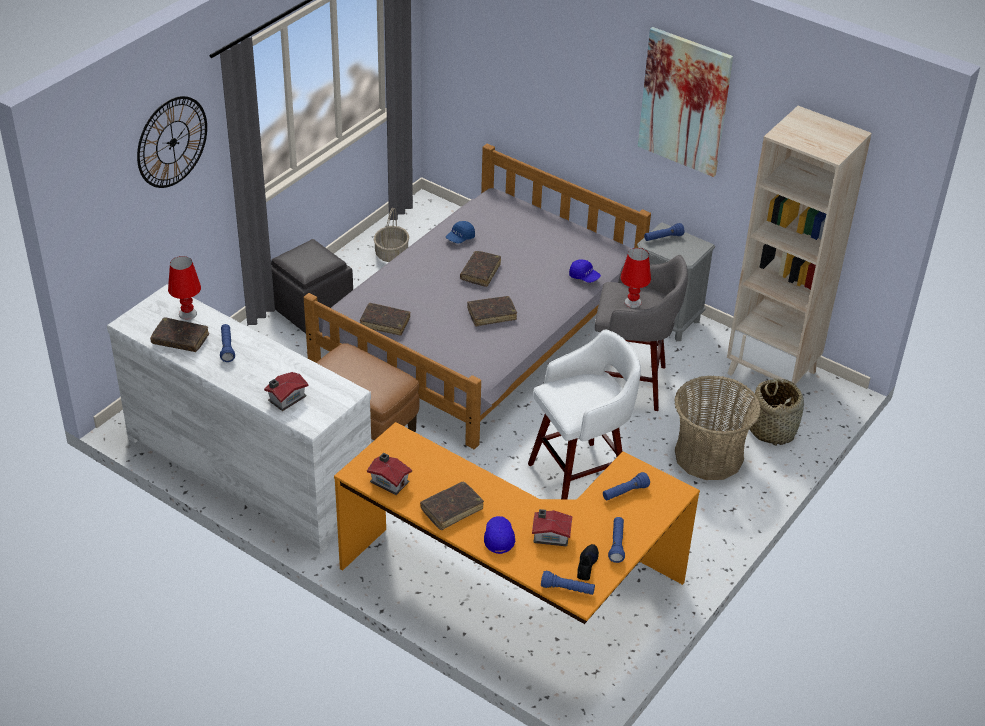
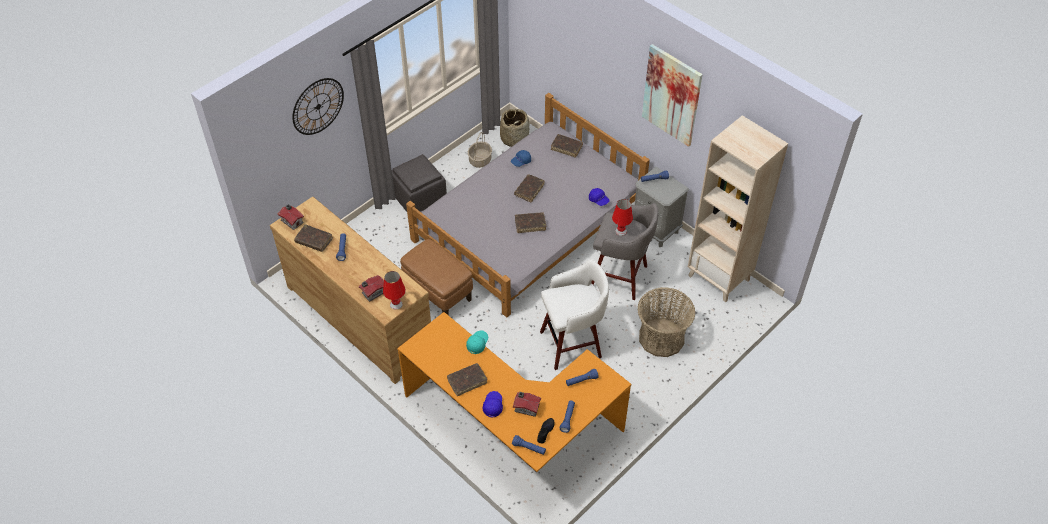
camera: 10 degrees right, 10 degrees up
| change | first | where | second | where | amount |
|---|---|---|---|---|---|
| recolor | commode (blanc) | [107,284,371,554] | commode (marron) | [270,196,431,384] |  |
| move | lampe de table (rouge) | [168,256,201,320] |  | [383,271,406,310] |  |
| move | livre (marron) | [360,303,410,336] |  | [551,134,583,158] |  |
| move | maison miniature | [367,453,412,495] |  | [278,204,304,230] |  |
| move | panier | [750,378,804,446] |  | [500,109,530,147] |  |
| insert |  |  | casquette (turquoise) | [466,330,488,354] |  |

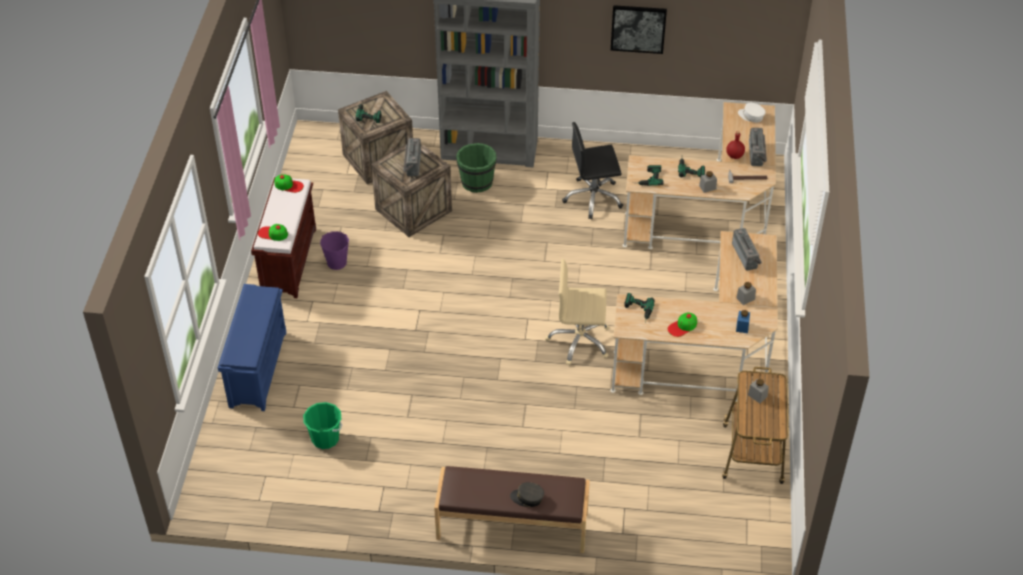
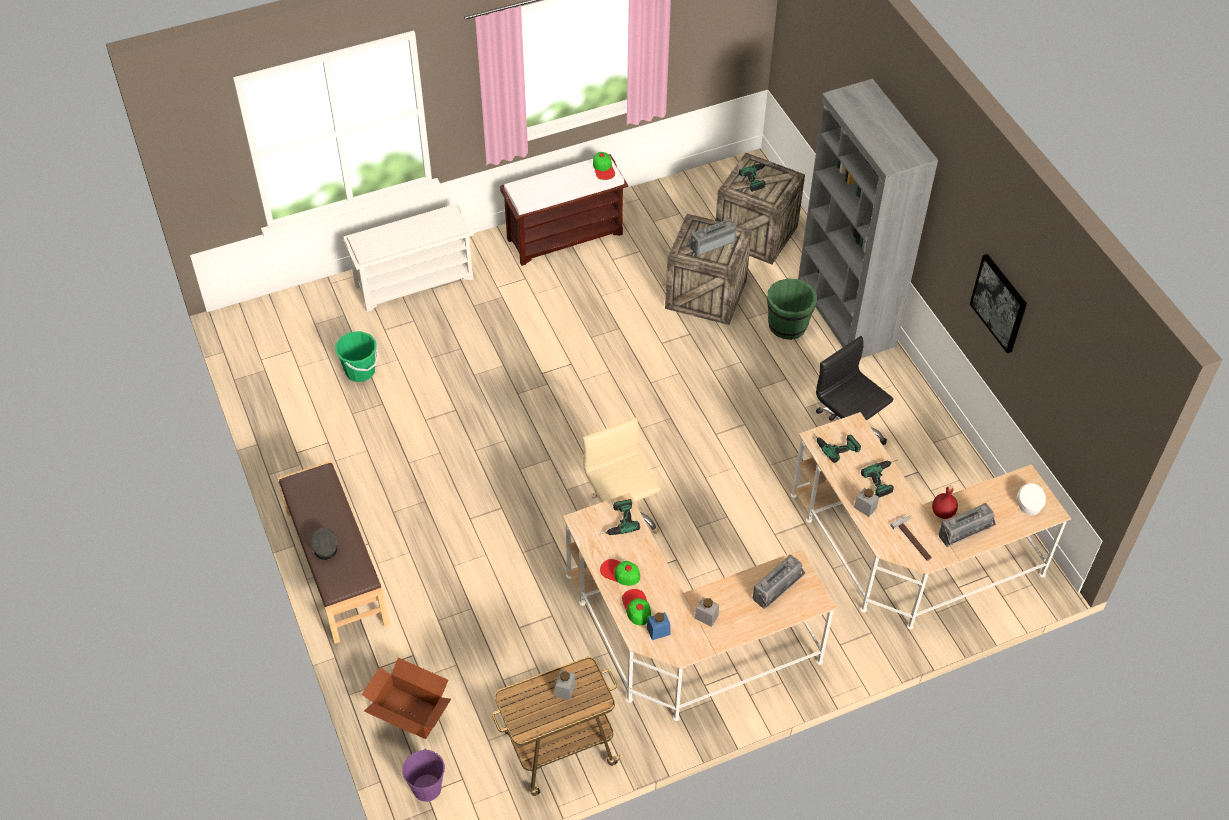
camera: 60 degrees right, 5 degrees up
| change | first | where | second | where | amount |
|---|---|---|---|---|---|
| recolor | étagère à chaussures (bleu) | [218,284,286,411] | étagère à chaussures (blanc) | [343,203,474,312] |  |
| move | casquette | [258,224,288,241] |  | [622,589,651,625] |  |
| move | seau (violet) | [320,231,349,270] |  | [402,749,445,802] |  |
| insert |  |  | carton | [362,658,451,739] |  |

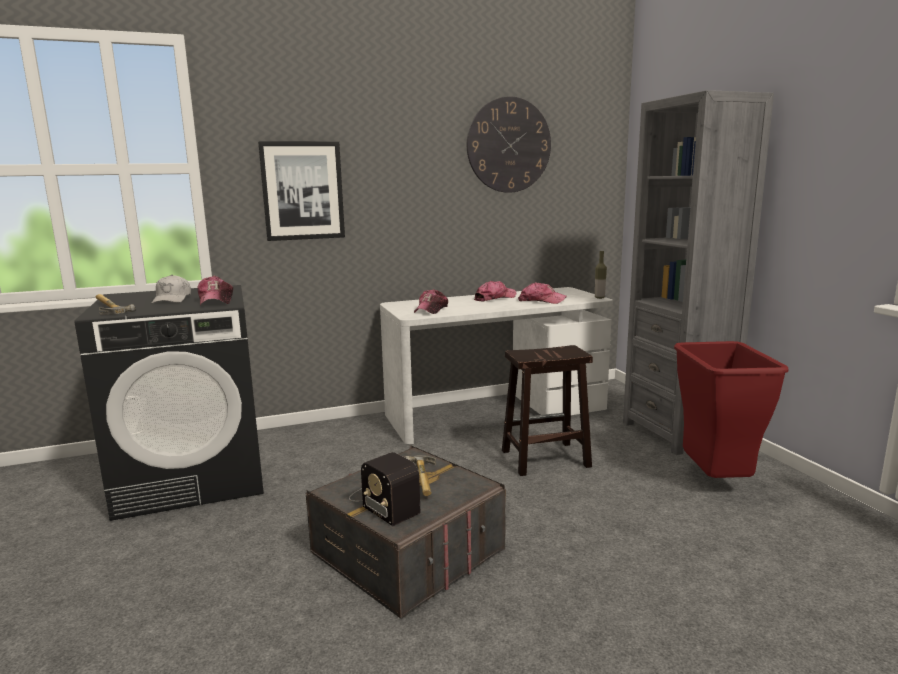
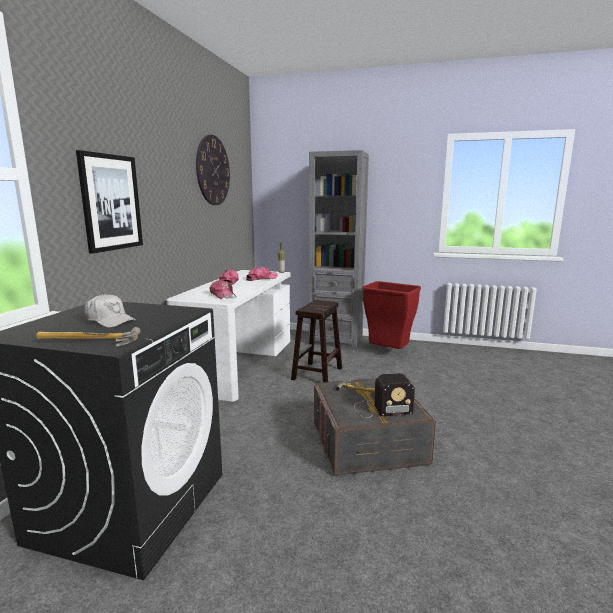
camera: 55 degrees left, 0 degrees up
| change | first | where | second | where | amount |
|---|---|---|---|---|---|
| delete | casquette | [198,276,233,305] |  |  |  |

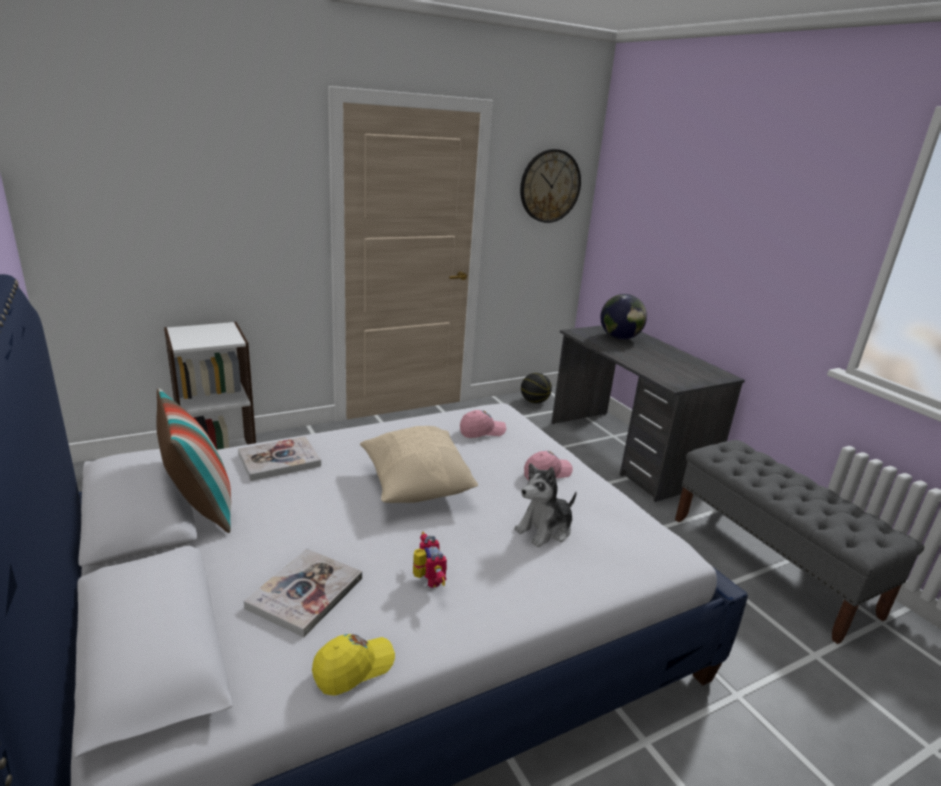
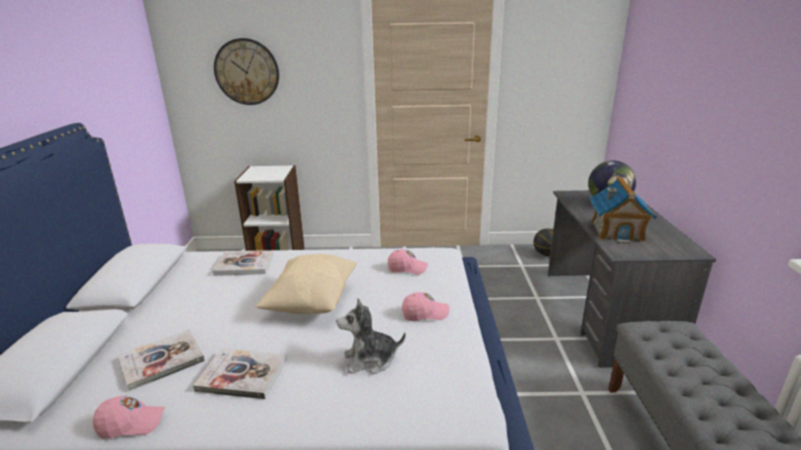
camera: 30 degrees right, 0 degrees up
| change | first | where | second | where | amount |
|---|---|---|---|---|---|
| delete | coussin | [157,388,231,533] |  |  |  |
| recolor | casquette (jaune) | [312,634,395,696] | casquette (rose) | [93,396,165,439] |  |
| replace | robot jouet | [413,532,447,588] | livre | [193,348,287,399] |  |
| move | horloge murale | [520,149,581,223] |  | [214,38,279,105] |  |
| insert |  |  | maison miniature | [590,177,657,243] |  |

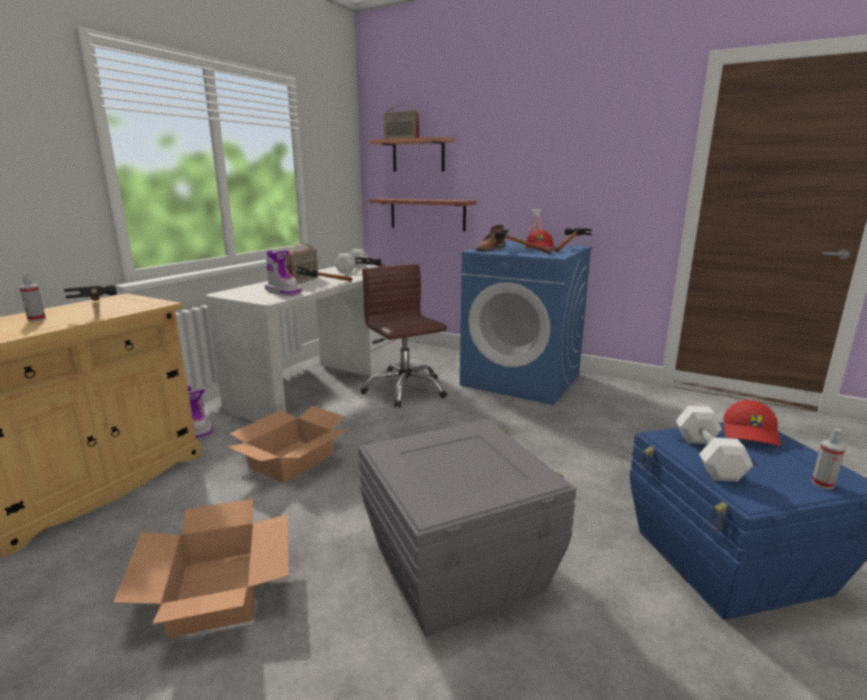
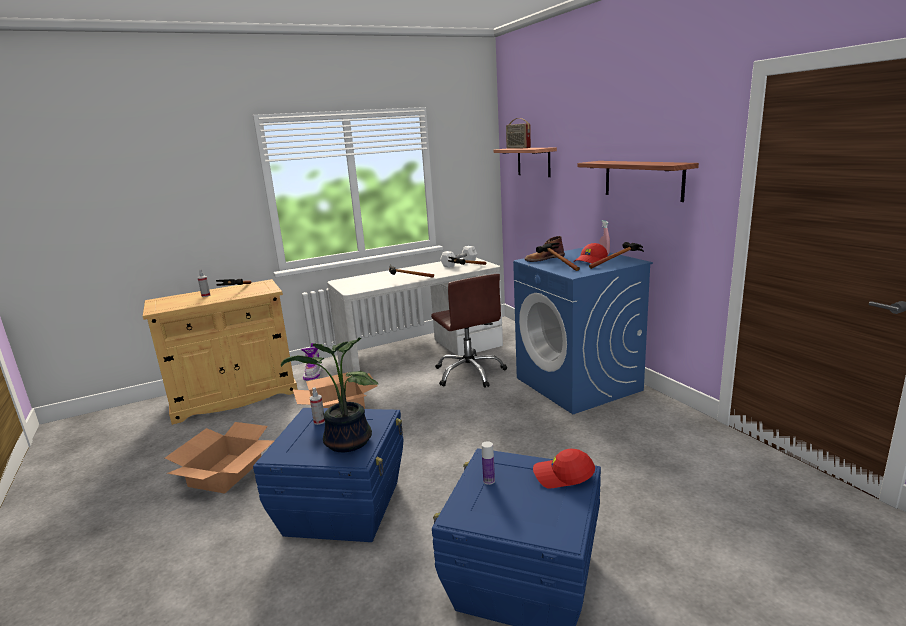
camera: 35 degrees right, 0 degrees up
| change | first | where | second | where | amount |
|---|---|---|---|---|---|
| delete | botte | [265,251,302,296] |  |  |  |
| delete | radio | [286,243,319,284] |  |  |  |
| recolor | boîte de rangement (gris) | [359,419,576,637] | boîte de rangement (bleu) | [253,408,403,542] |  |
| rotate | chaise de bureau (marron) | [360,264,447,408] |  | [431,274,507,388] | 150 degrees clockwise |
| move | étagère | [369,199,476,232] |  | [577,161,699,202] |  |
| replace | haltère (blanc) | [676,406,753,482] | bouteille | [482,441,495,485] |  |
| rotate | casquette (rouge) | [723,400,781,446] |  | [533,449,595,489] | 45 degrees clockwise |
| move | vaporisateur | [812,428,846,489] |  | [310,387,325,425] |  |
| insert |  |  | plante en pot | [281,338,378,452] |  |

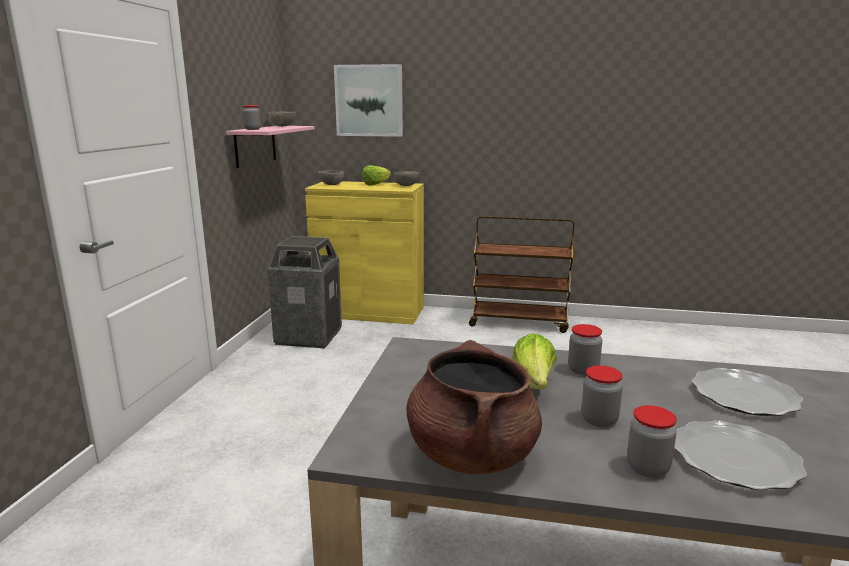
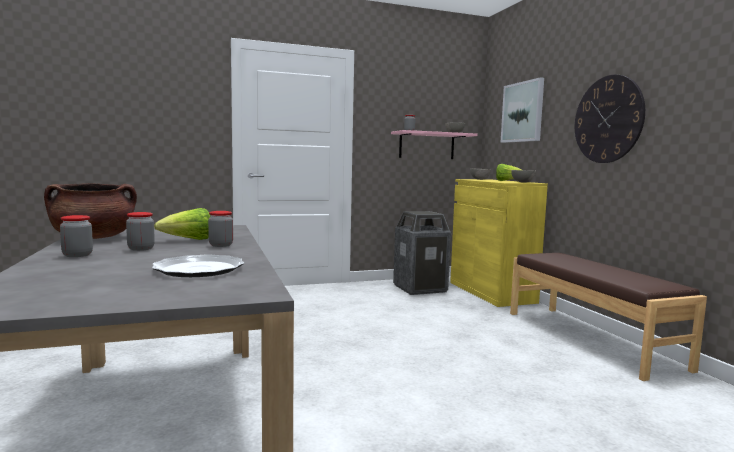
camera: 60 degrees right, 10 degrees down
| change | first | where | second | where | amount |
|---|---|---|---|---|---|
| replace | chariot (marron) | [469,216,574,333] | banc (marron) | [510,253,707,381] |  |
| delete | assiette | [674,420,807,490] |  |  |  |
| insert |  |  | horloge murale | [575,75,645,163] |  |

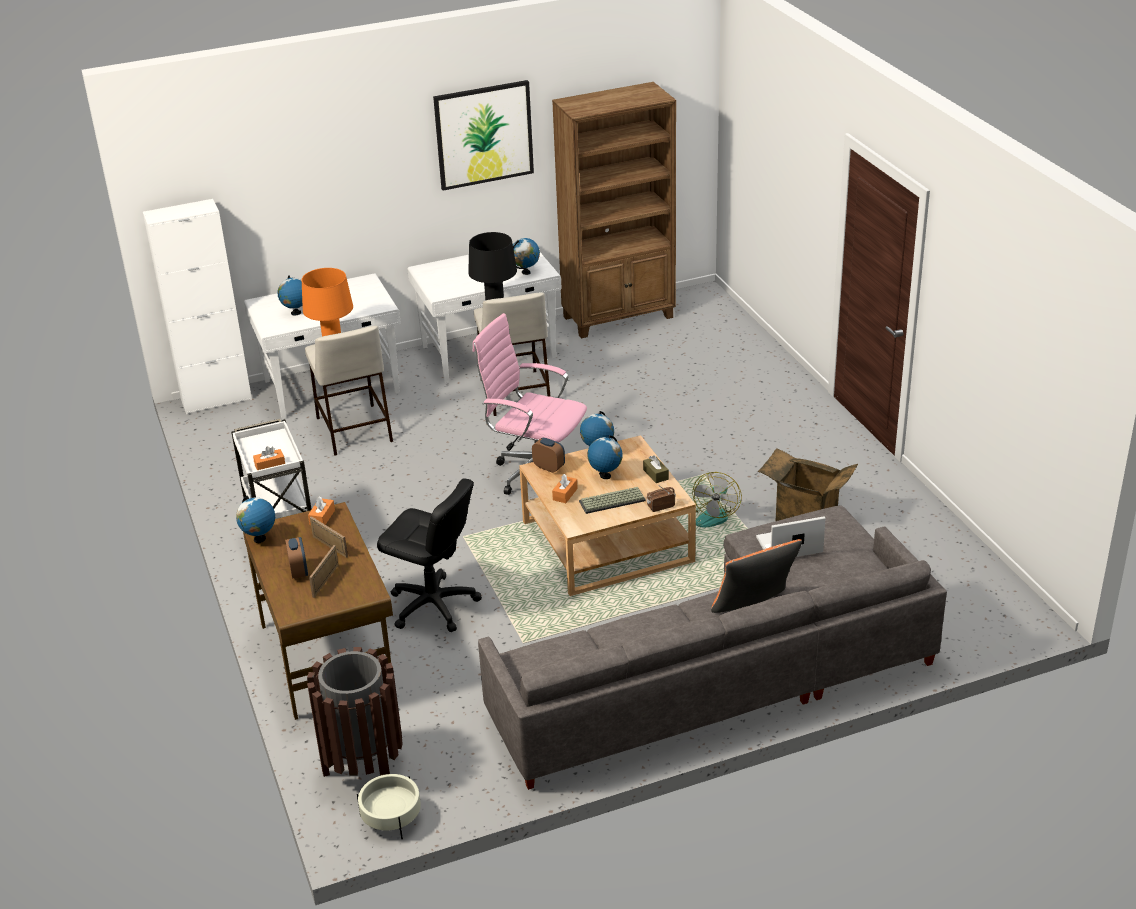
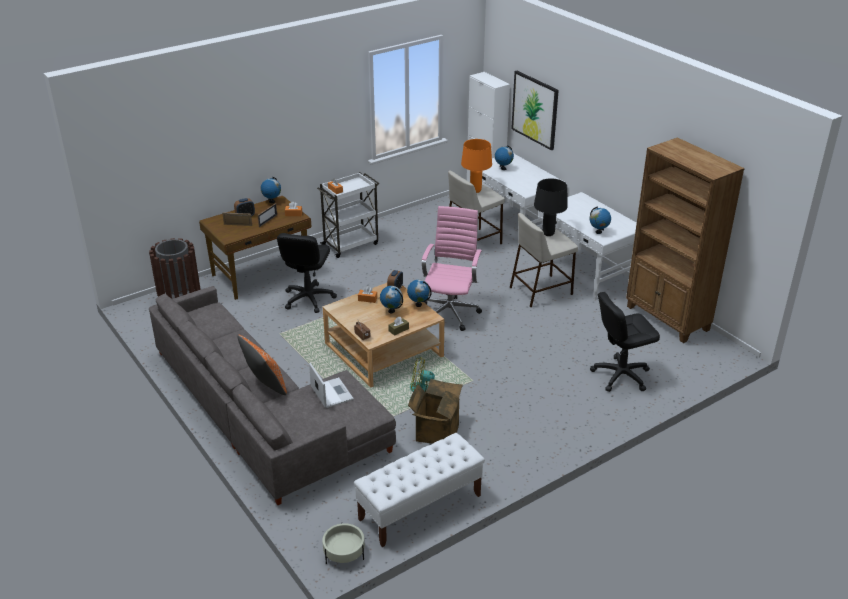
camera: 75 degrees right, 0 degrees up
| change | first | where | second | where | amount |
|---|---|---|---|---|---|
| move | cache-pot (beige) | [357,774,421,839] |  | [322,523,365,564] |  |
| move | tableau | [433,80,534,191] |  | [511,71,559,150] |  |
| delete | clavier | [579,487,646,514] |  |  |  |
| insert |  |  | banc (blanc) | [354,433,485,547] |  |
| insert |  |  | chaise de bureau (noir) | [590,292,660,392] |  |

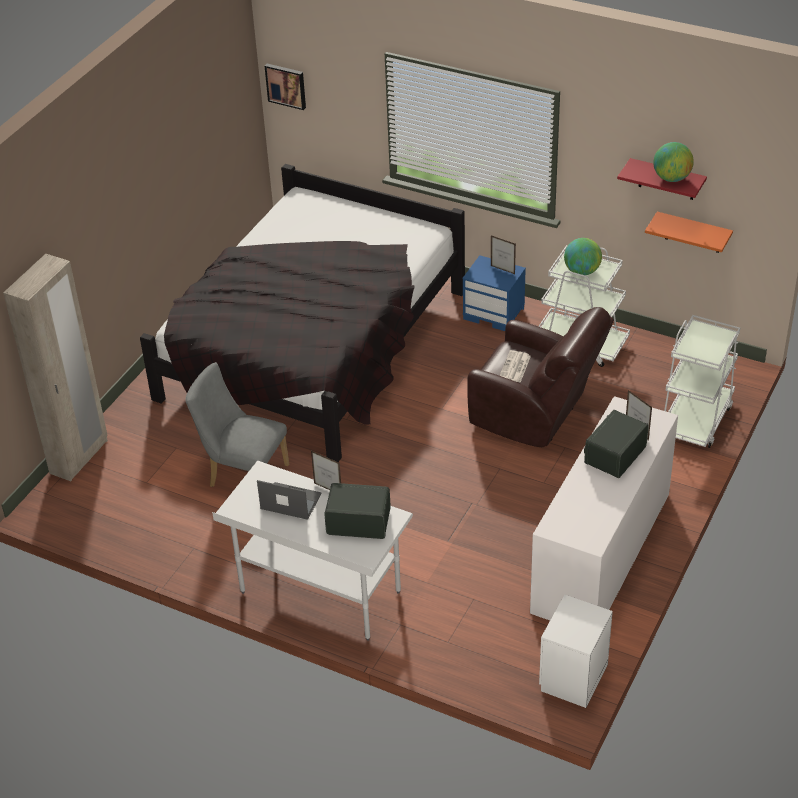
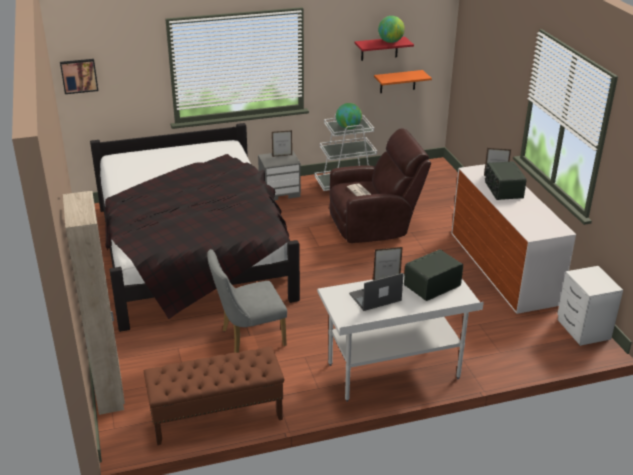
camera: 45 degrees left, 10 degrees down
| change | first | where | second | where | amount |
|---|---|---|---|---|---|
| recolor | table de chevet (bleu) | [463,255,526,331] | table de chevet (gris) | [258,150,301,200] |  |
| delete | chariot (blanc) | [664,315,740,448] |  |  |  |
| insert |  |  | banc (marron) | [144,347,284,445] |  |

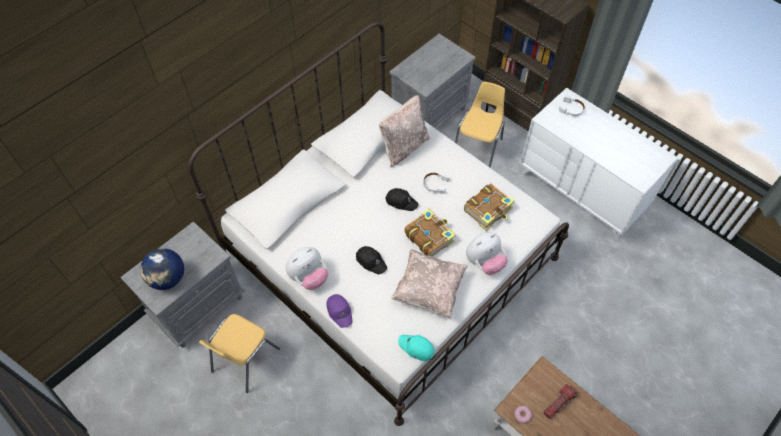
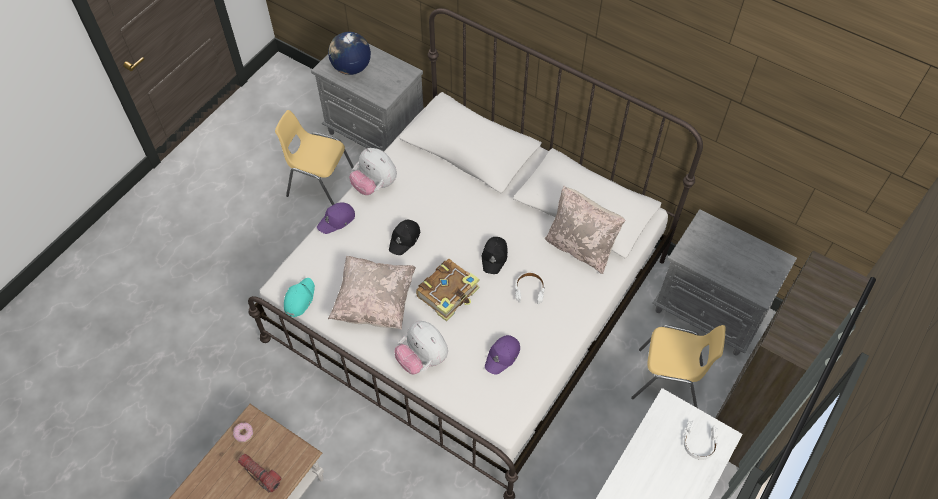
camera: 80 degrees right, 0 degrees up
| change | first | where | second | where | amount |
|---|---|---|---|---|---|
| replace | livre | [464,183,515,231] | casquette (violet) | [485,335,520,375] |  |

